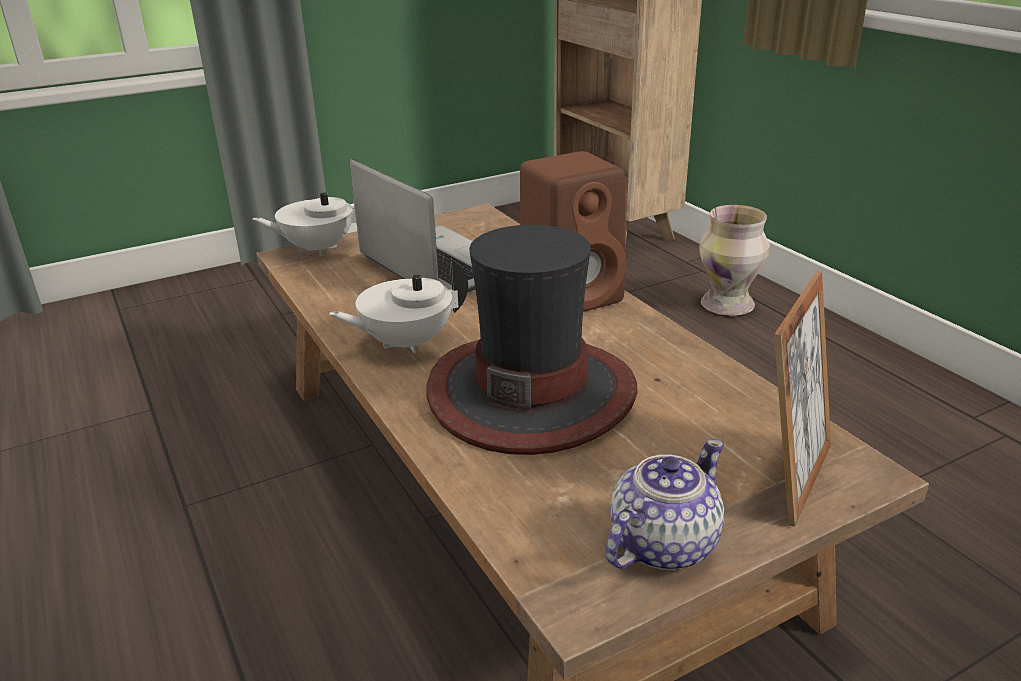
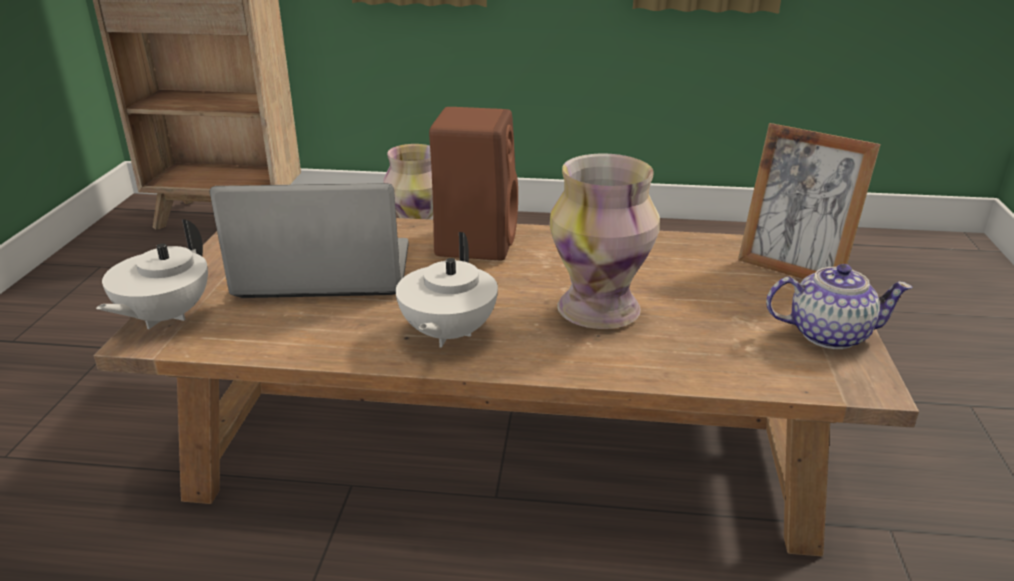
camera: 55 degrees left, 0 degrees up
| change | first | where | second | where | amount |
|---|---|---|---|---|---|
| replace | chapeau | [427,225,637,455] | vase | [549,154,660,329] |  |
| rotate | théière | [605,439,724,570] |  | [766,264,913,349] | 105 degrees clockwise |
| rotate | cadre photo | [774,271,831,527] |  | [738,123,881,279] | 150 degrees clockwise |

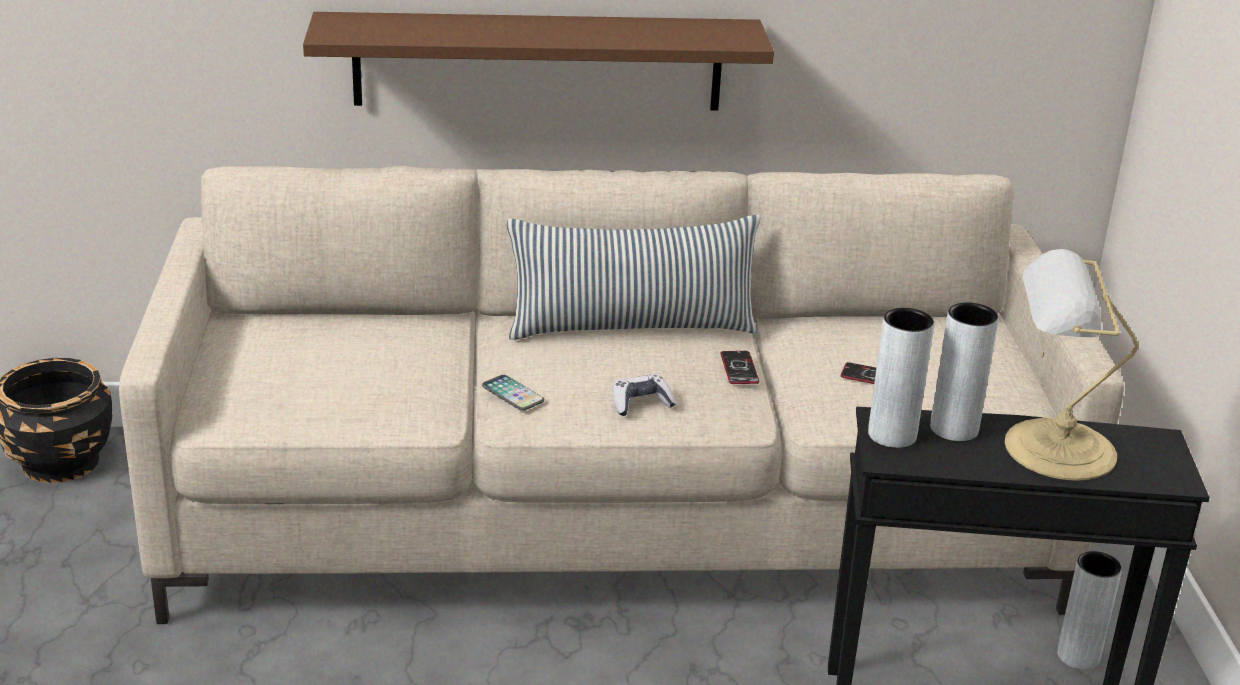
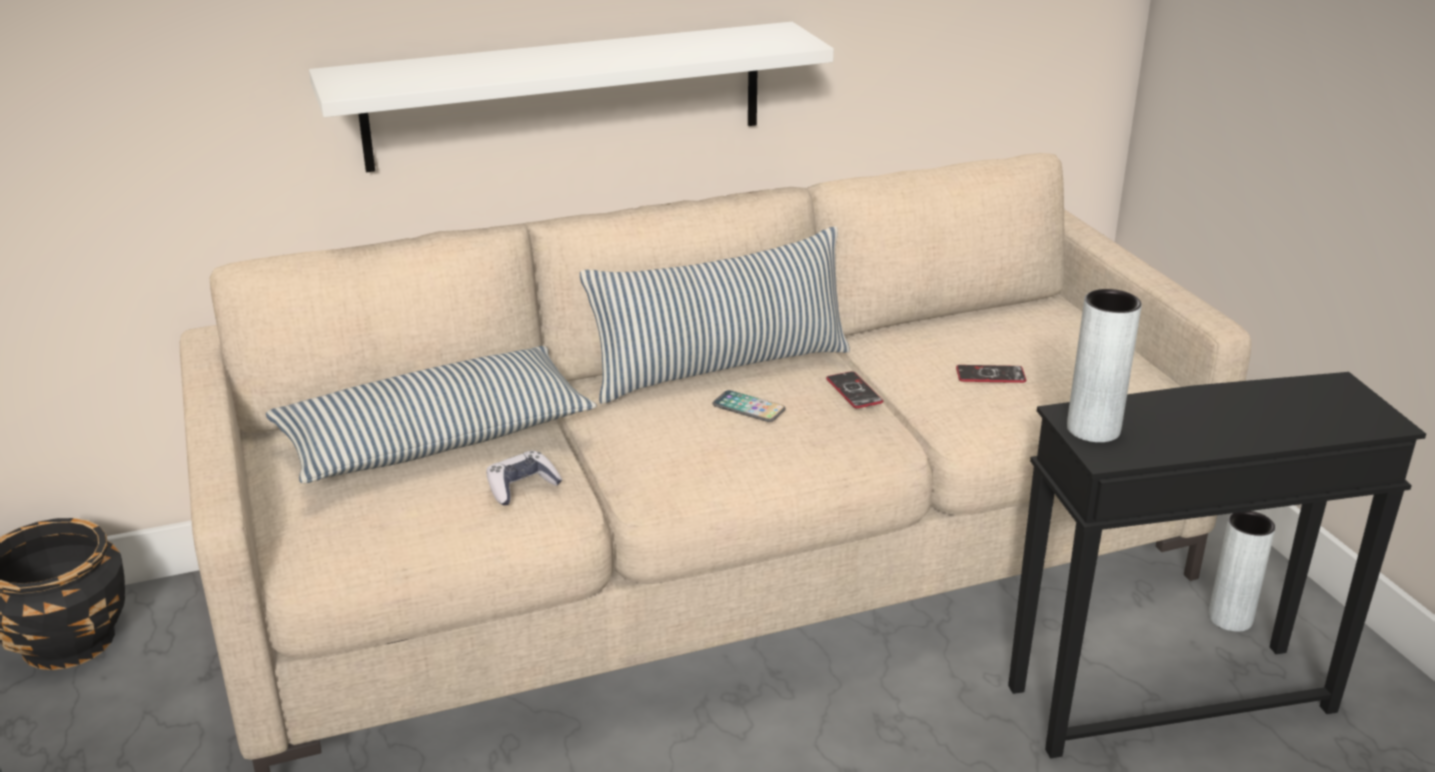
camera: 15 degrees left, 0 degrees up
| change | first | where | second | where | amount |
|---|---|---|---|---|---|
| recolor | étagère (marron) | [303,12,774,111] | étagère (blanc) | [309,22,834,172] |  |
| move | téléphone | [482,375,544,411] |  | [713,390,786,422] |  |
| move | manette | [613,374,676,416] |  | [486,451,562,506] |  |
| delete | vase (gris) | [930,302,999,441] |  |  |  |
| delete | lampe de table | [1005,249,1138,481] |  |  |  |
| insert |  |  | coussin | [266,346,597,483] |  |

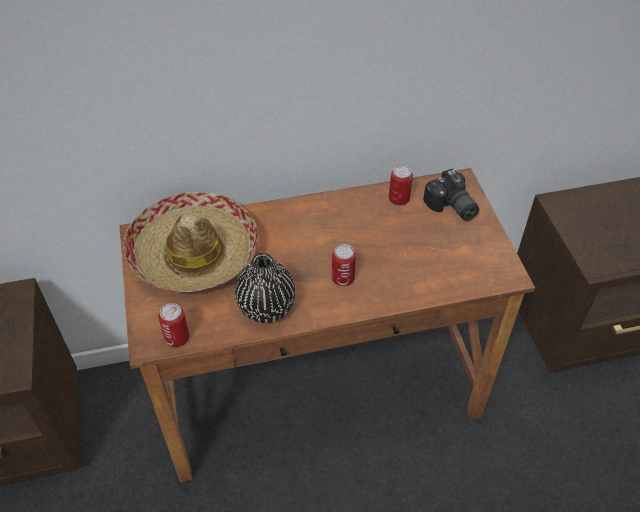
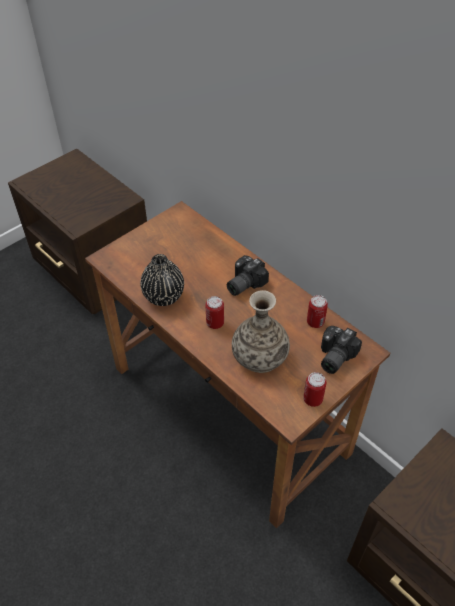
camera: 60 degrees right, 0 degrees up
| change | first | where | second | where | amount |
|---|---|---|---|---|---|
| delete | chapeau | [123,192,259,292] |  |  |  |
| move | boîte métallique | [158,303,189,347] |  | [303,372,326,407] |  |
| insert |  |  | appareil photo | [227,255,269,296] |  |
| insert |  |  | vase | [232,290,290,373] |  |

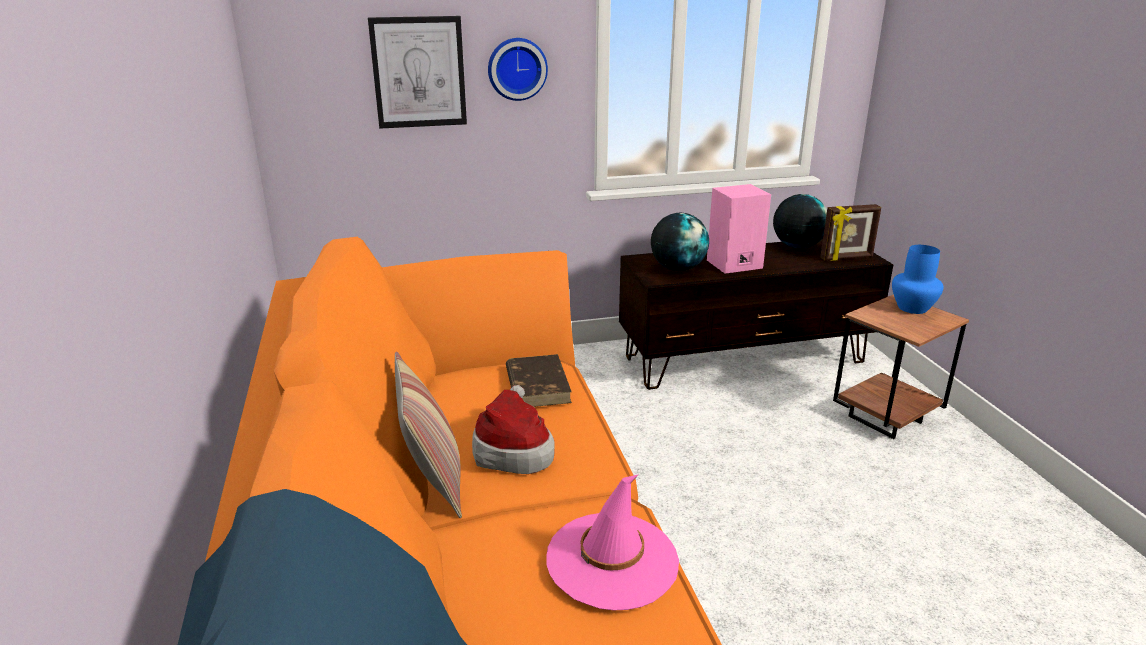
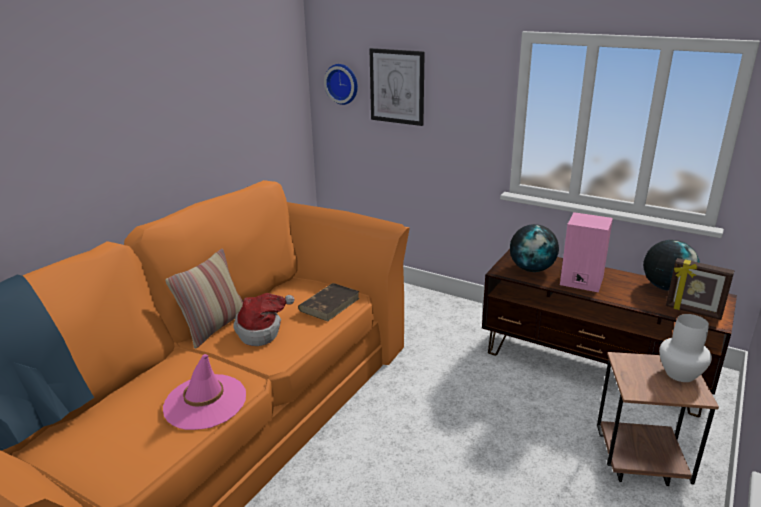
camera: 45 degrees right, 0 degrees up
| change | first | where | second | where | amount |
|---|---|---|---|---|---|
| move | horloge murale | [488,38,548,101] |  | [324,64,358,105] |  |
| recolor | vase (bleu) | [892,245,944,314] | vase (blanc) | [659,314,712,382] |  |

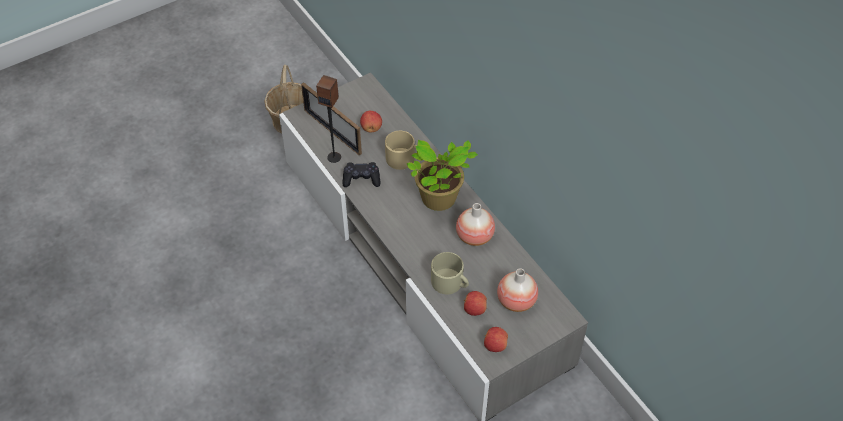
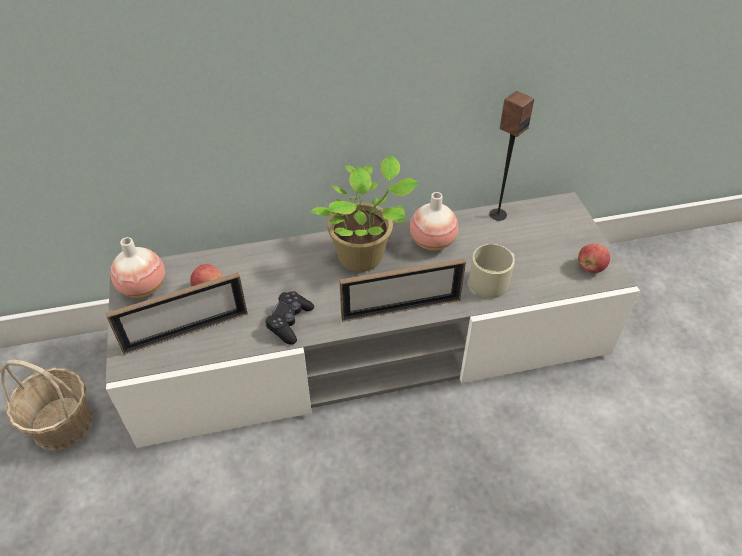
camera: 70 degrees left, 5 degrees down
| change | first | where | second | where | amount |
|---|---|---|---|---|---|
| move | enceinte | [316,75,341,163] |  | [489,91,534,221] |  |
| delete | mug (beige) | [385,131,416,170] |  |  |  |
| delete | pomme | [464,291,487,316] |  |  |  |
| move | vase | [497,268,538,312] |  | [111,237,165,298] |  |
| insert |  |  | cadre photo | [339,259,466,322] |  |

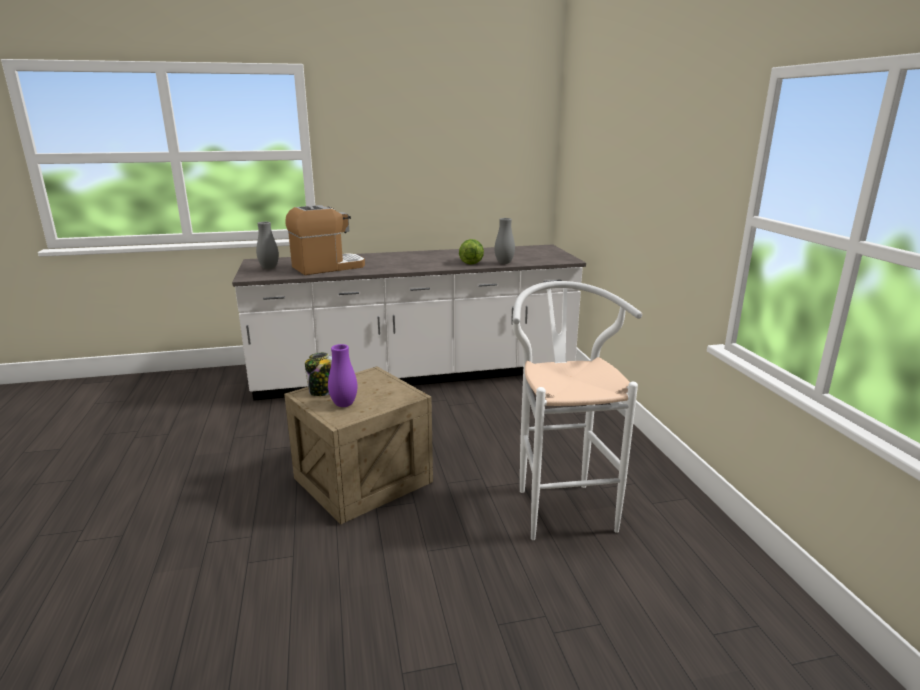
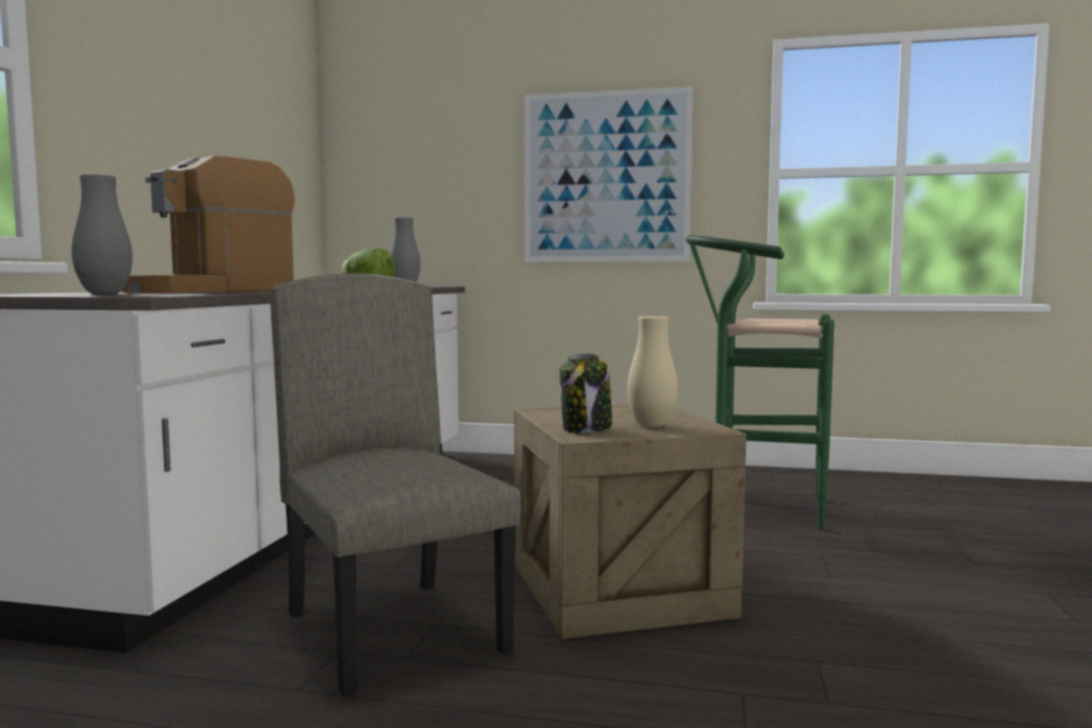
camera: 65 degrees left, 15 degrees down
| change | first | where | second | where | amount |
|---|---|---|---|---|---|
| rotate | machine à café | [285,205,365,275] |  | [122,155,295,293] | 135 degrees counterclockwise |
| recolor | vase (violet) | [328,344,357,407] | vase (beige) | [627,316,678,427] |  |
| recolor | tabouret (blanc) | [513,281,642,540] | tabouret (vert) | [686,235,835,530] |  |
| insert |  |  | chaise (beige) | [270,273,521,696] |  |
| insert |  |  | tableau | [524,87,693,262] |  |

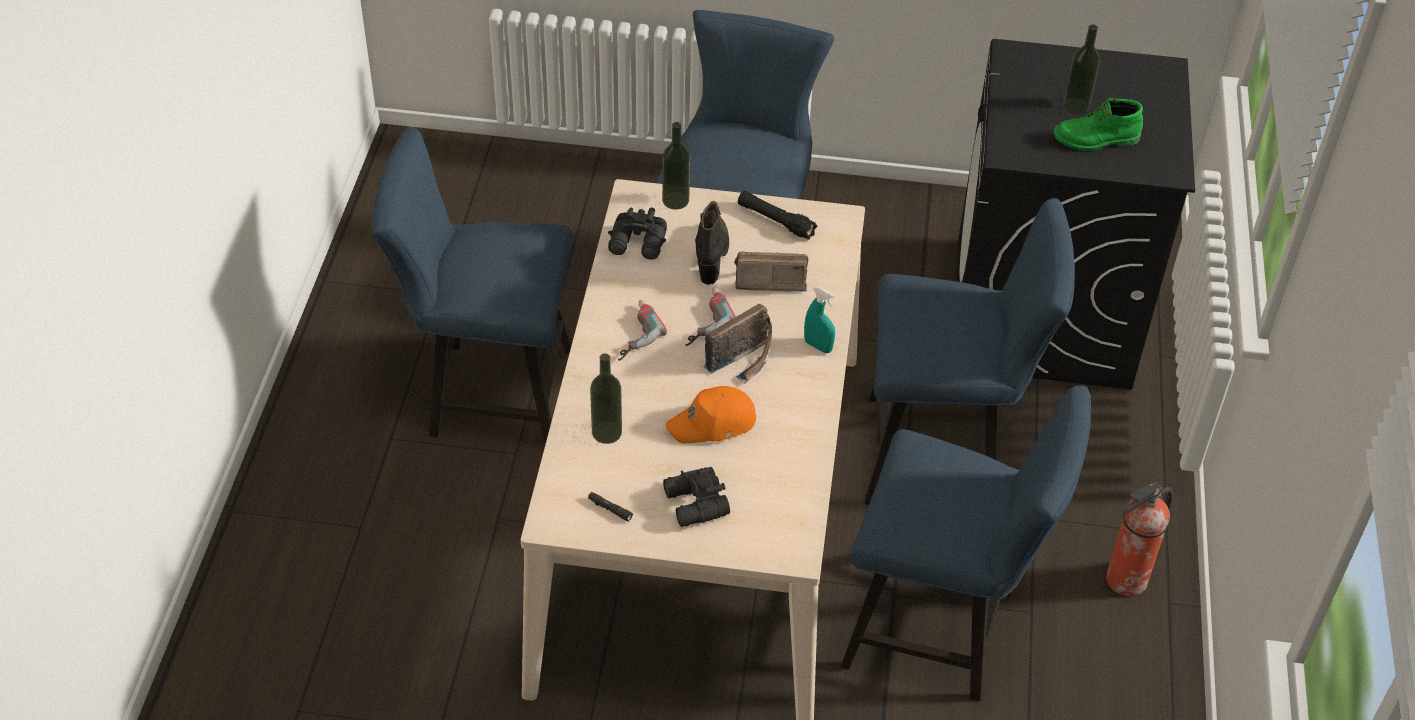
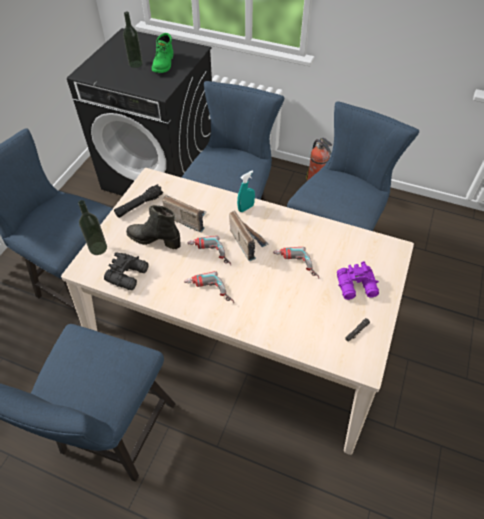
camera: 75 degrees left, 5 degrees up
| change | first | where | second | where | amount |
|---|---|---|---|---|---|
| delete | bouteille | [590,353,622,444] |  |  |  |
| recolor | jumelles (noir) | [663,467,730,527] | jumelles (violet) | [337,261,379,300] |  |
| replace | casquette (orange) | [666,386,756,444] | perceuse | [273,247,319,279] |  |
| rotate | radio | [734,252,808,292] |  | [162,195,207,232] | 105 degrees clockwise |

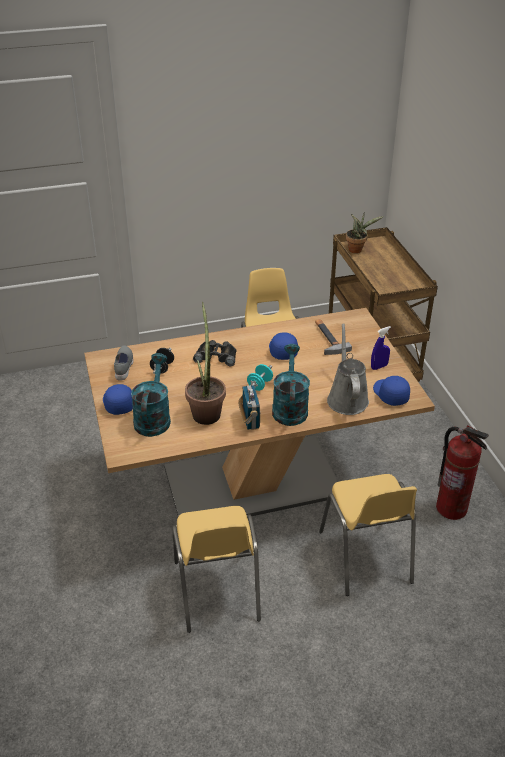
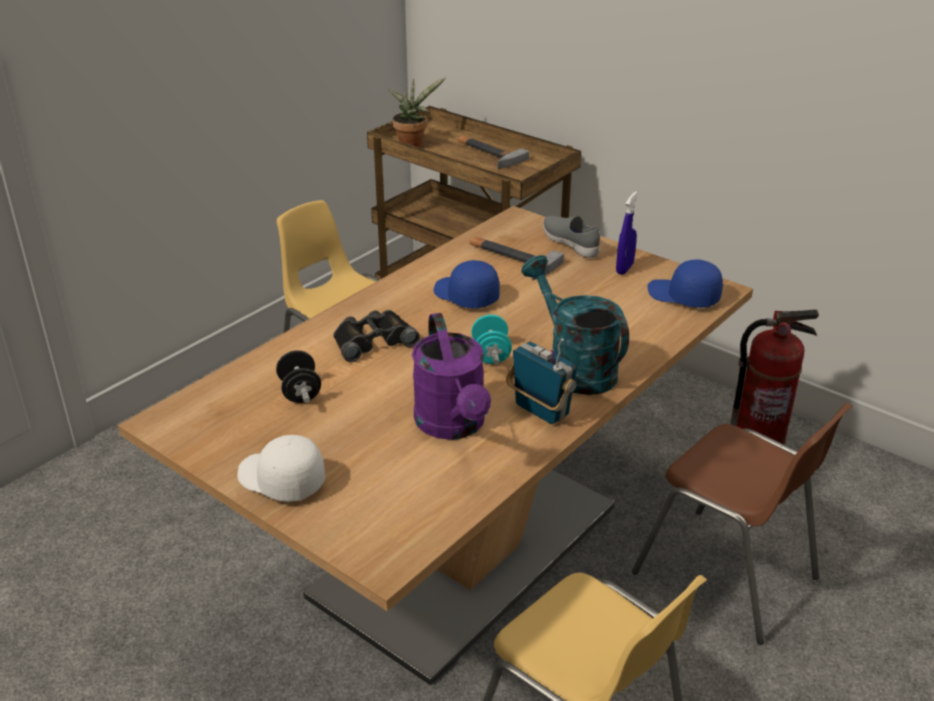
camera: 35 degrees left, 5 degrees down
| change | first | where | second | where | amount |
|---|---|---|---|---|---|
| recolor | casquette (bleu) | [103,384,133,415] | casquette (blanc) | [237,435,325,502] |  |
| move | chaussure (gris) | [114,345,133,381] |  | [543,216,600,258] |  |
| delete | arrosoir (turquoise) | [131,353,171,437] |  |  |  |
| replace | plante en pot | [185,302,226,425] | arrosoir (violet) | [412,313,491,440] |  |
| recolor | chaise (jaune) | [319,474,417,596] | chaise (marron) | [632,403,853,645] |  |
| delete | arrosoir (gris) | [327,323,369,415] |  |  |  |
| insert |  |  | marteau | [458,135,529,169] |  |

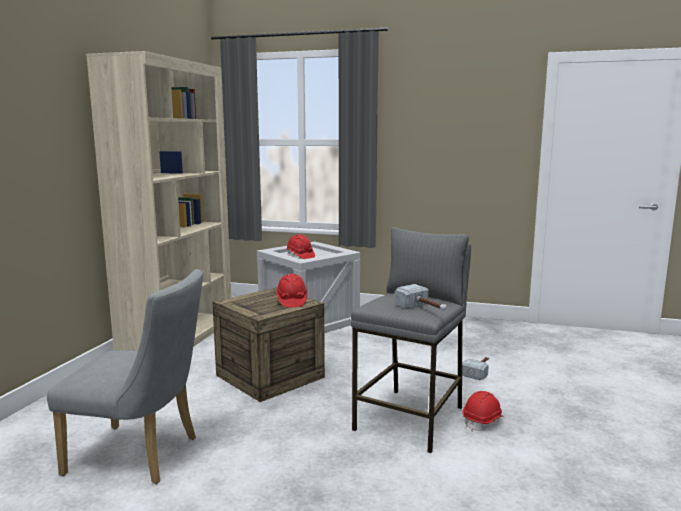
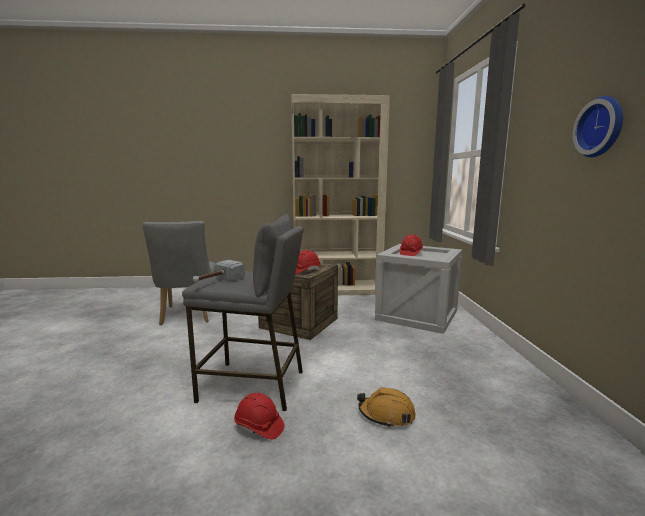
camera: 70 degrees right, 0 degrees up
| change | first | where | second | where | amount |
|---|---|---|---|---|---|
| replace | marteau | [462,356,490,380] | casque de chantier (orange) | [357,387,416,428] |  |
| insert |  |  | horloge murale | [573,96,623,157] |  |

